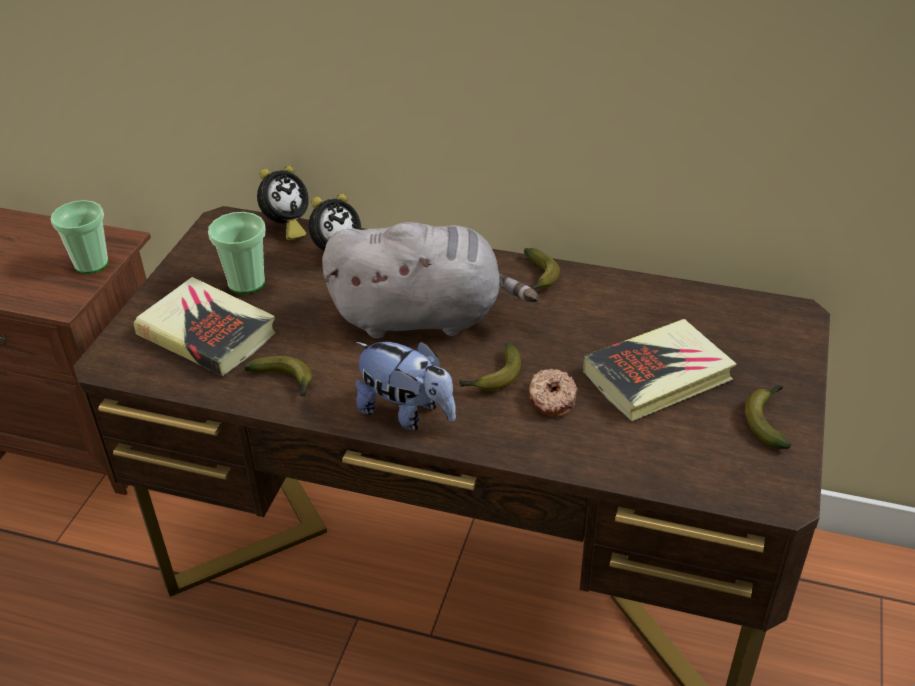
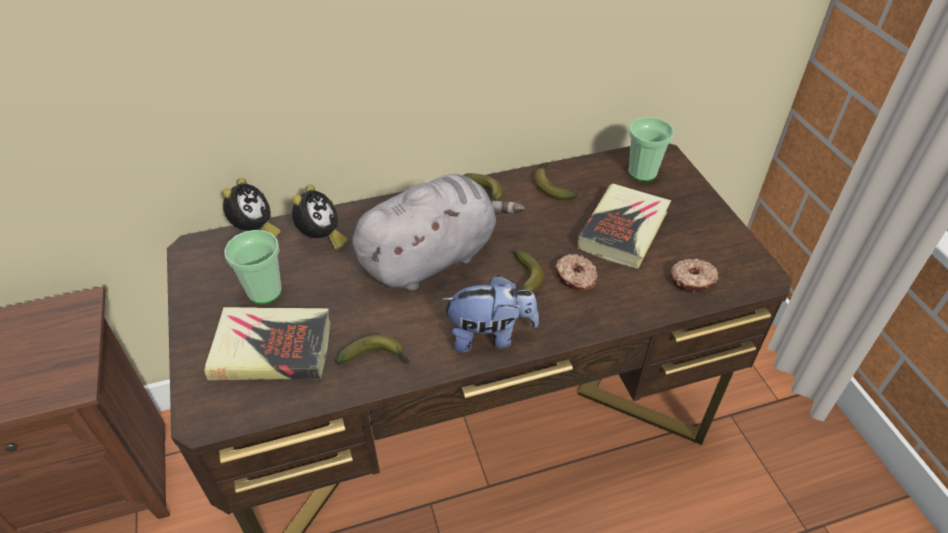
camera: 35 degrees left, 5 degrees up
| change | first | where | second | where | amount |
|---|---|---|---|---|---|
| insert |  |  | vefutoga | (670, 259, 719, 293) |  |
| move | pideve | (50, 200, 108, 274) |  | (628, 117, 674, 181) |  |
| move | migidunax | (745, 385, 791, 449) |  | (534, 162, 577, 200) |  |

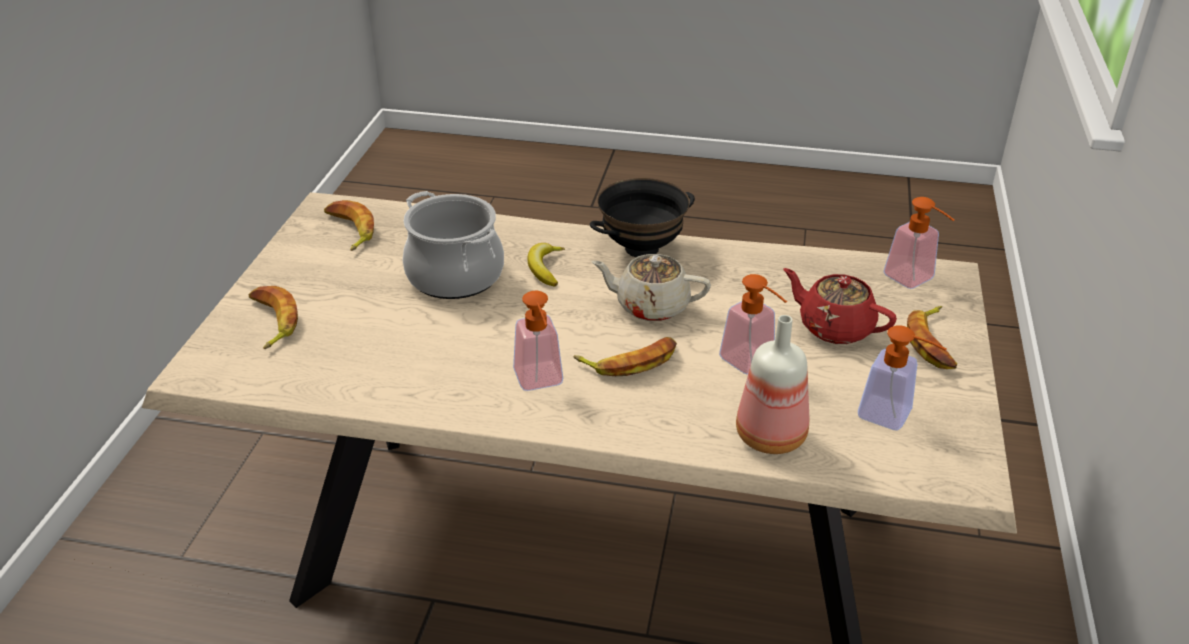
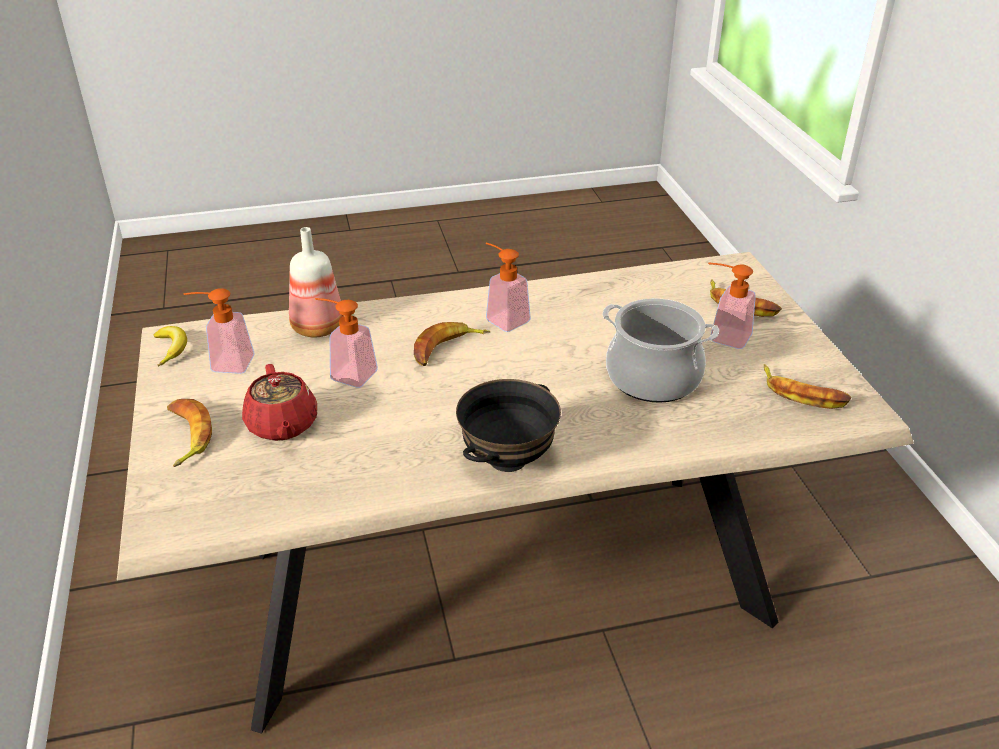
camera: 155 degrees right, 0 degrees up
| change | first | where | second | where | amount |
|---|---|---|---|---|---|
| delete | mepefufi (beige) | (591, 254, 711, 321) |  |  |  |
| move | migidunax | (527, 243, 565, 286) |  | (154, 326, 187, 366) |  |
| move | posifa | (884, 197, 954, 289) |  | (708, 263, 756, 349) |  |
| rotate | mepefufi (red) | (783, 268, 897, 344) |  | (242, 364, 317, 441) | 60 degrees clockwise |

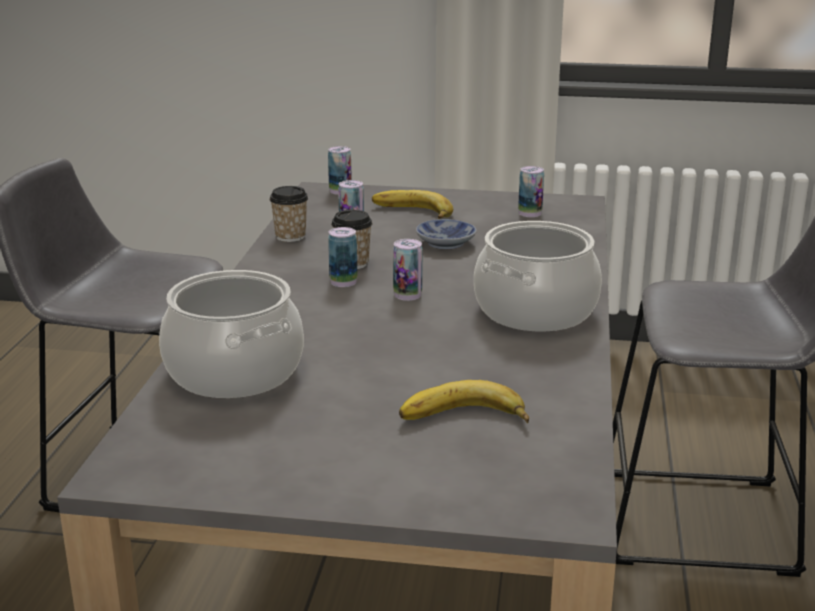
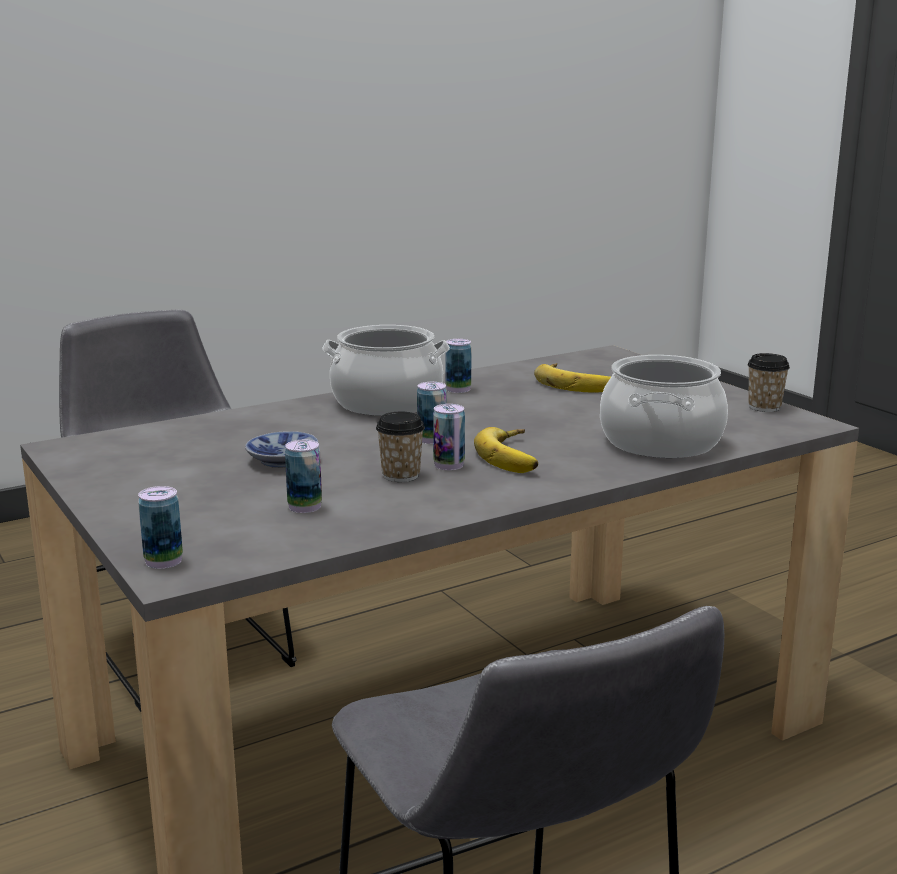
camera: 130 degrees left, 5 degrees down
| change | first | where | second | where | amount |
|---|---|---|---|---|---|
| move | pideve | (269, 186, 308, 242) |  | (748, 353, 790, 412) |  |
| move | migidunax | (372, 190, 453, 219) |  | (474, 427, 538, 473) |  |
| move | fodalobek | (518, 166, 544, 217) |  | (446, 339, 472, 393) |  |

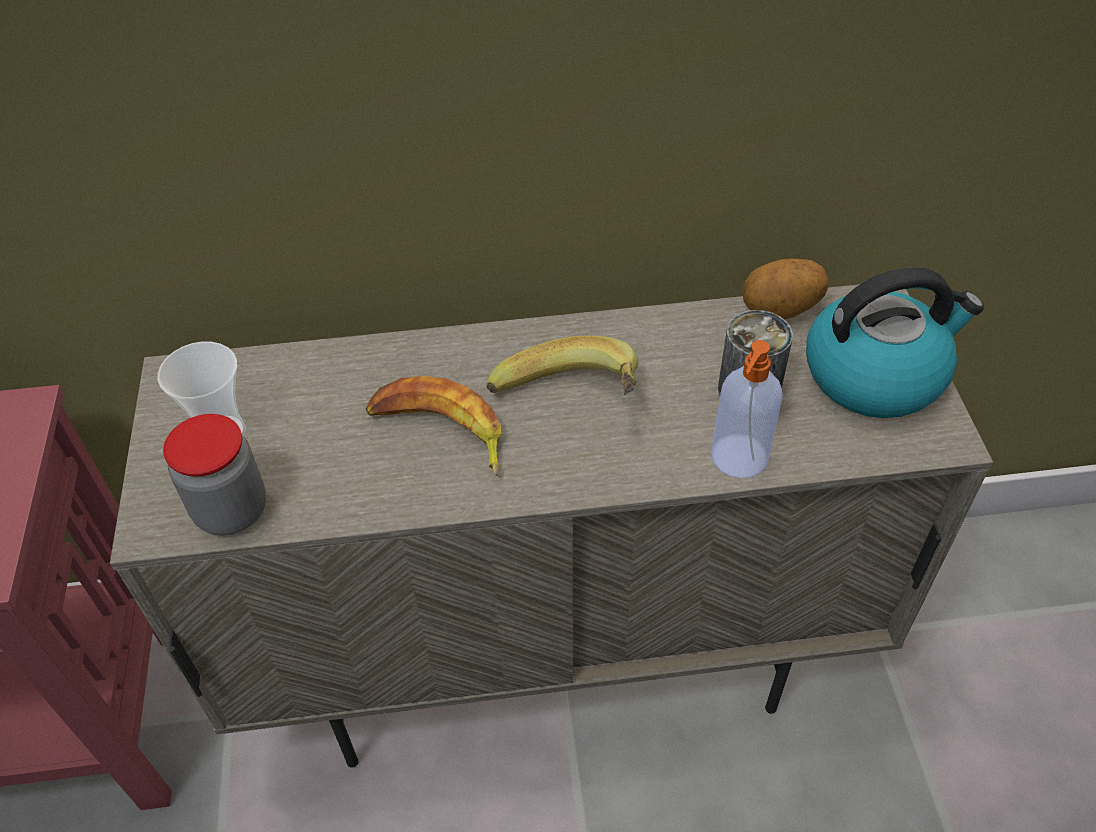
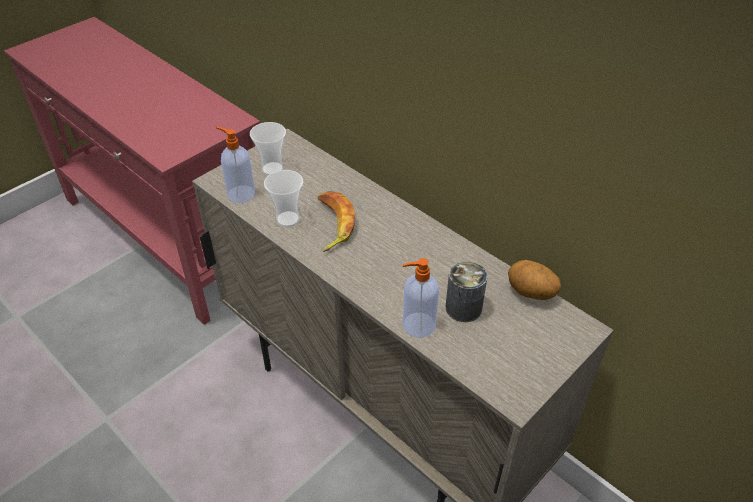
camera: 50 degrees right, 5 degrees down
| change | first | where | second | where | amount |
|---|---|---|---|---|---|
| delete | migidunax | (487, 336, 638, 395) |  |  |  |
| delete | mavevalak | (806, 267, 984, 418) |  |  |  |
| insert |  |  | pideve | (264, 170, 303, 227) |  |
| replace | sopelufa | (163, 414, 266, 536) | posifa | (216, 127, 255, 203) |  |

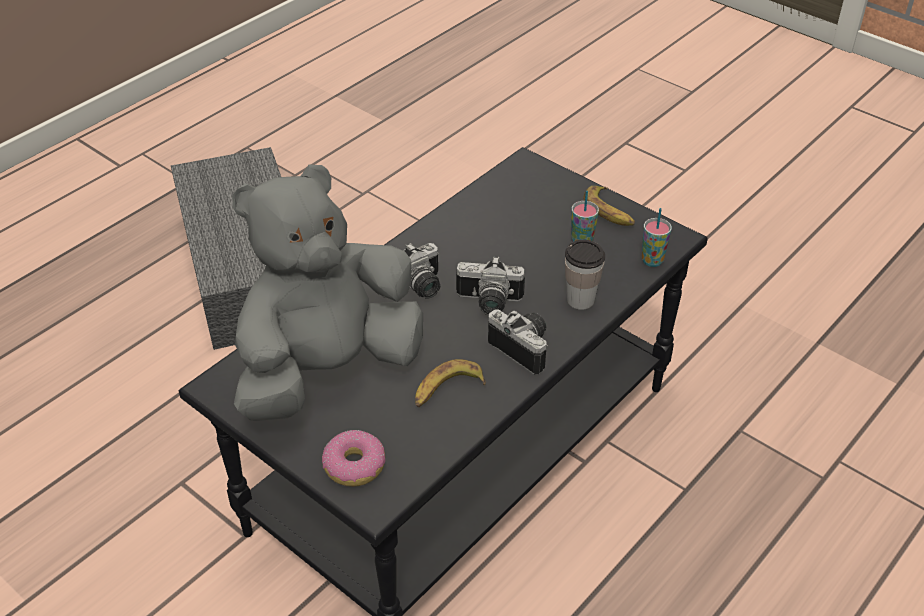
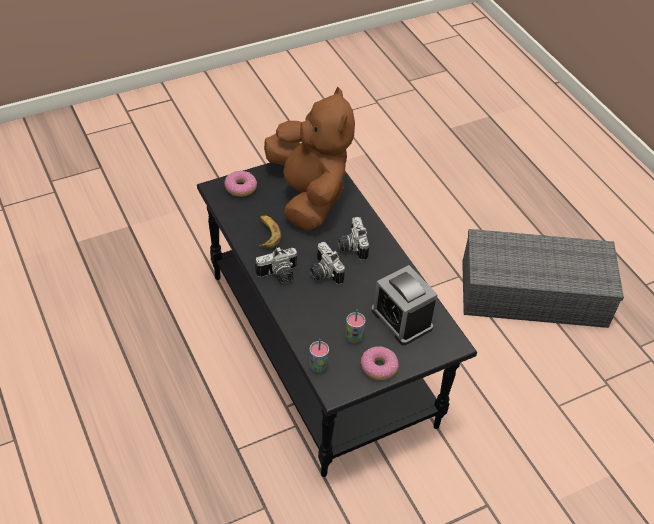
camera: 110 degrees right, 5 degrees up
| change | first | where | second | where | amount |
|---|---|---|---|---|---|
| delete | pideve | (565, 240, 605, 310) |  |  |  |
| insert |  |  | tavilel | (371, 265, 438, 345) |  |
| replace | migidunax | (584, 186, 635, 226) | vefutoga | (361, 346, 399, 380) |  |
| recolor | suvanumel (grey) | (232, 164, 423, 421) | suvanumel (brown) | (264, 87, 355, 230) |  |
| rotate | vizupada | (456, 256, 525, 315) |  | (310, 242, 345, 285) | 60 degrees counterclockwise |

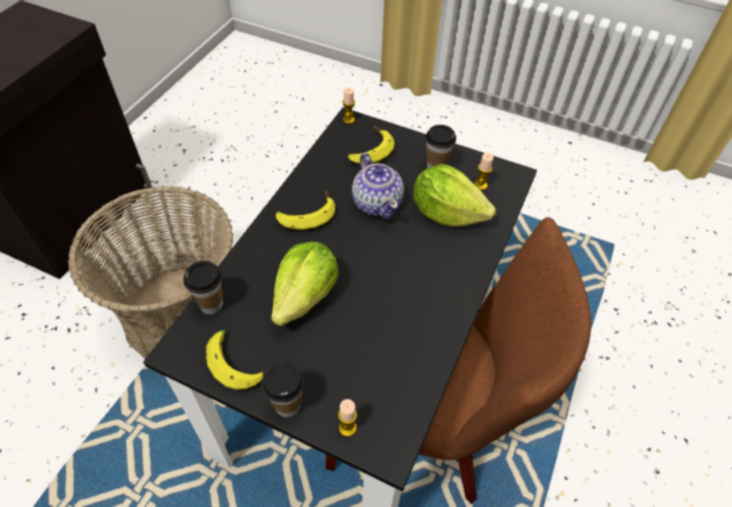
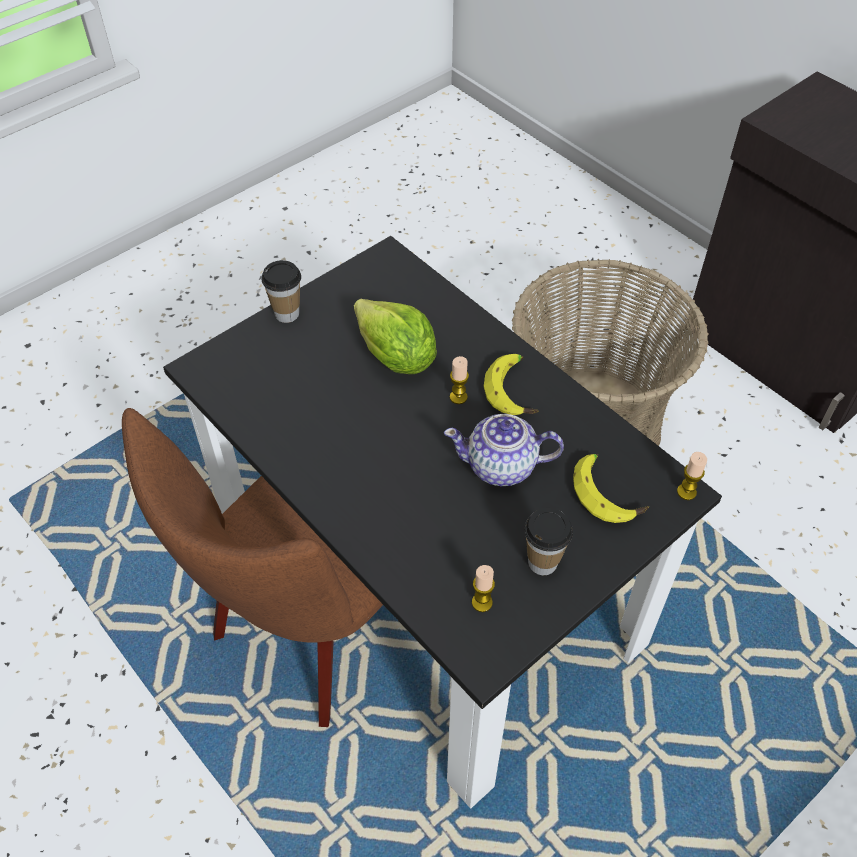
camera: 115 degrees right, 0 degrees up
| change | first | where | second | where | amount |
|---|---|---|---|---|---|
| delete | pideve | (183, 261, 223, 314) |  |  |  |
| delete | migidunax | (206, 330, 270, 390) |  |  |  |
| delete | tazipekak | (413, 164, 496, 227) |  |  |  |
| move | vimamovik | (338, 399, 357, 437) |  | (450, 356, 469, 404) |  |

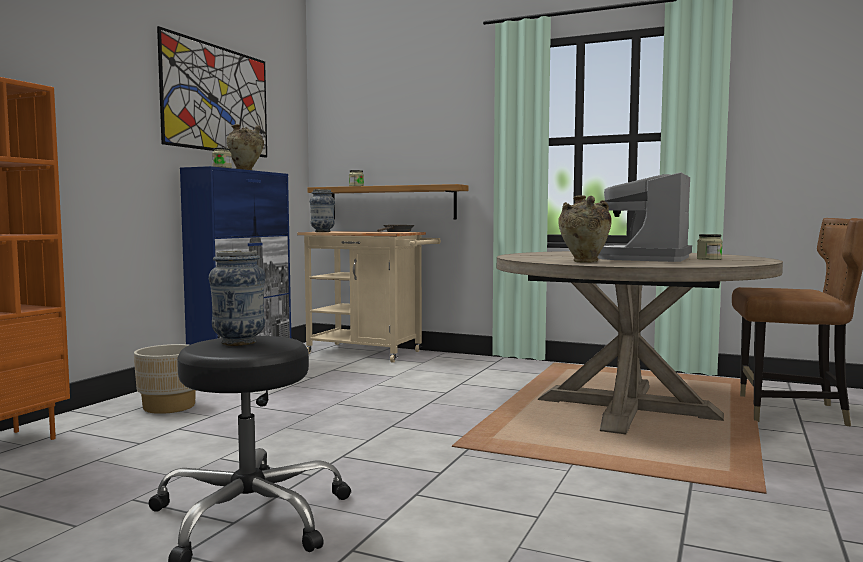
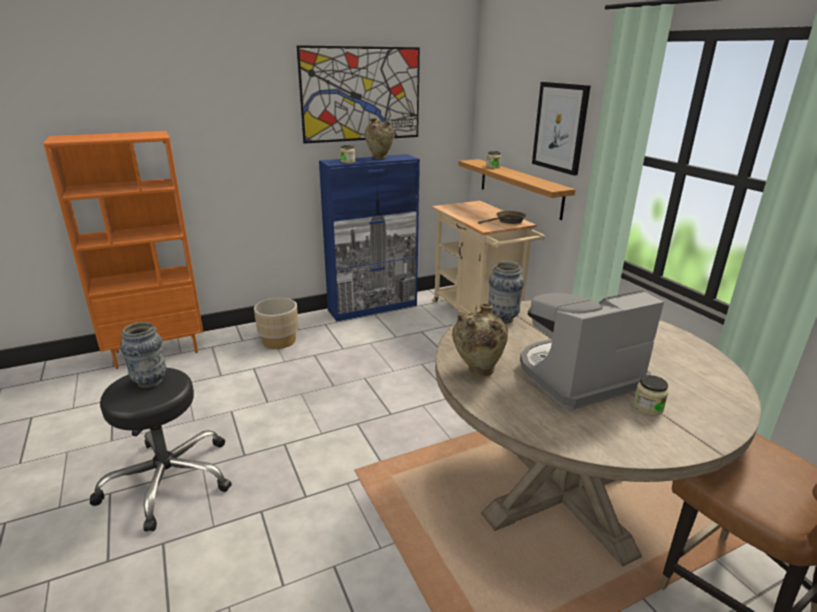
camera: 40 degrees right, 20 degrees up
| change | first | where | second | where | amount |
|---|---|---|---|---|---|
| insert |  |  | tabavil | (532, 82, 591, 176) |  |
| move | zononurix | (310, 189, 335, 232) |  | (488, 261, 524, 324) |  |

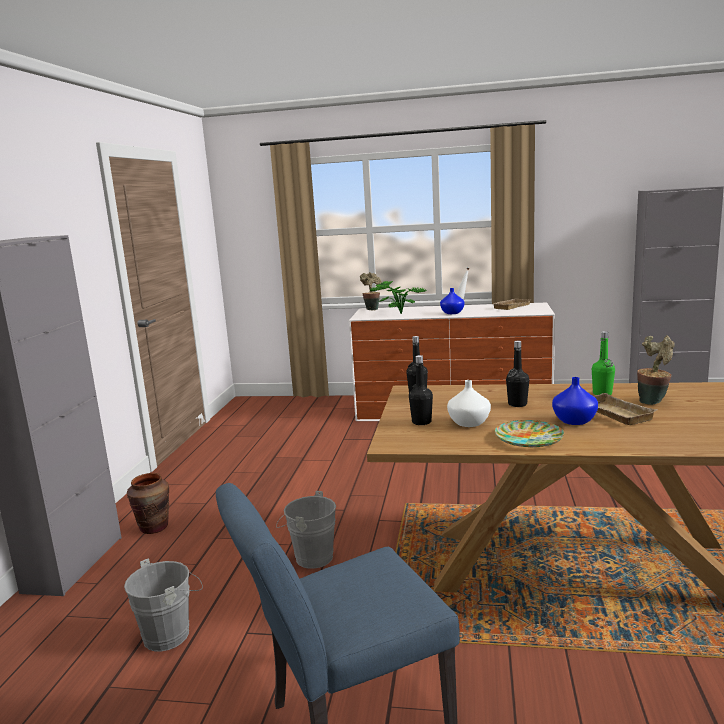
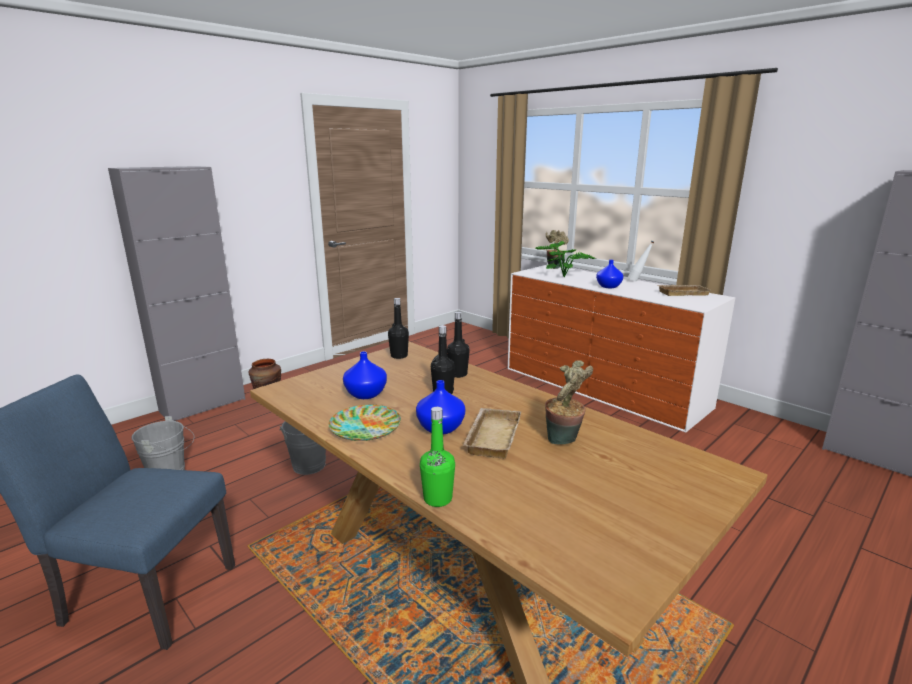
camera: 35 degrees right, 5 degrees up
| change | first | where | second | where | amount |
|---|---|---|---|---|---|
| move | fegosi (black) | (409, 355, 433, 425) |  | (447, 312, 470, 378) |  |
| move | fegosi (green) | (592, 331, 615, 395) |  | (420, 407, 455, 507) |  |
| recolor | zononurix (white) | (447, 380, 491, 427) | zononurix (blue) | (343, 351, 387, 399) |  |

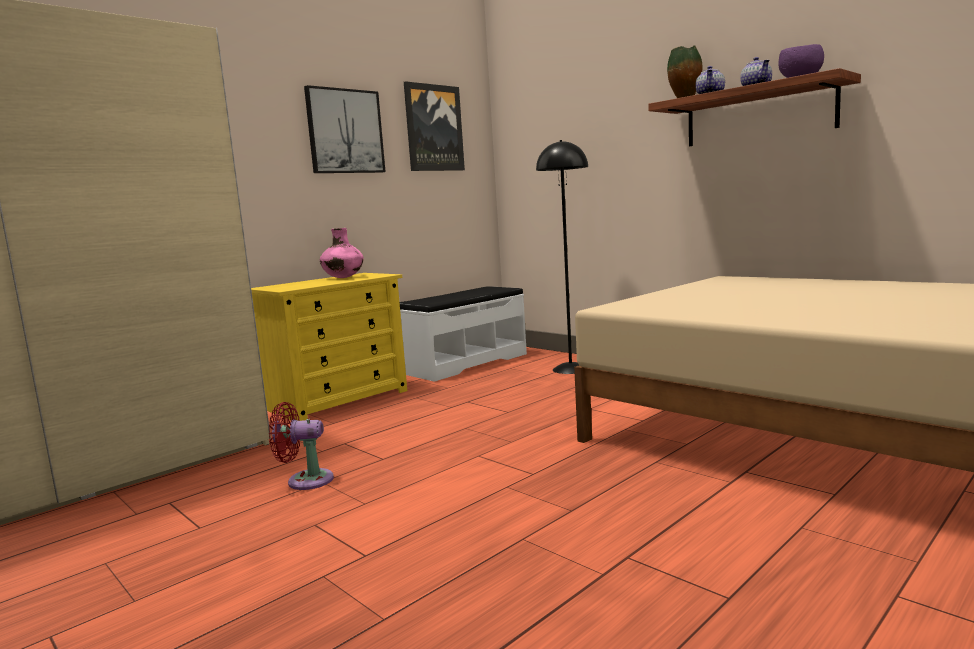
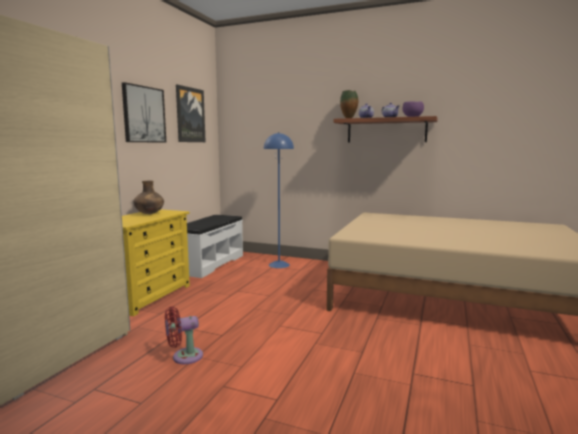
camera: 25 degrees left, 0 degrees up
| change | first | where | second | where | amount |
|---|---|---|---|---|---|
| recolor | zononurix (pink) | (320, 228, 364, 278) | zononurix (brown) | (133, 180, 164, 214) |  |
| recolor | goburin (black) | (536, 140, 588, 374) | goburin (blue) | (264, 132, 294, 268) |  |

